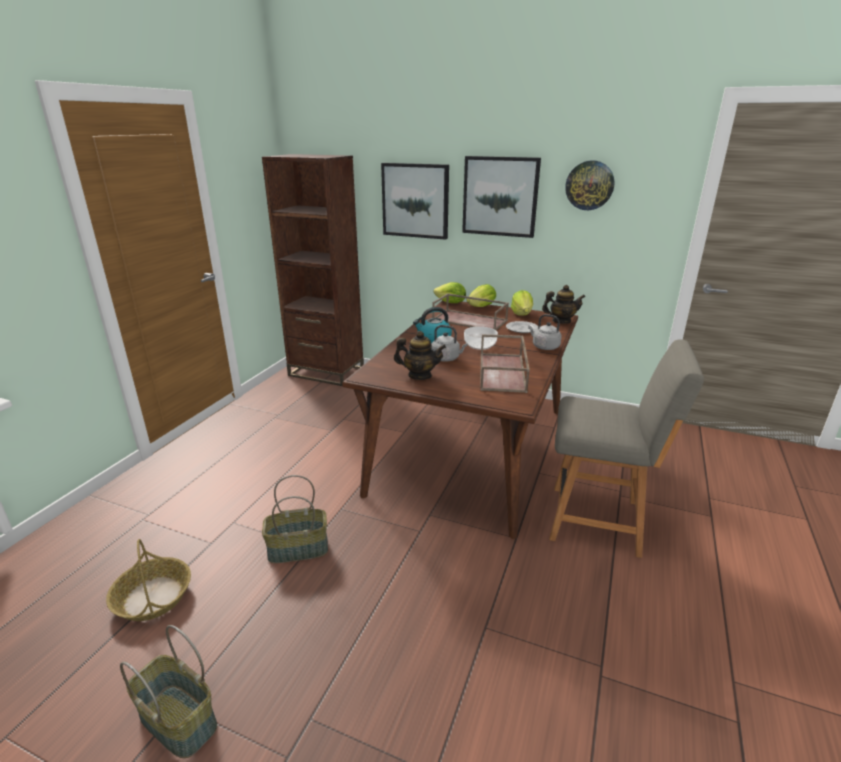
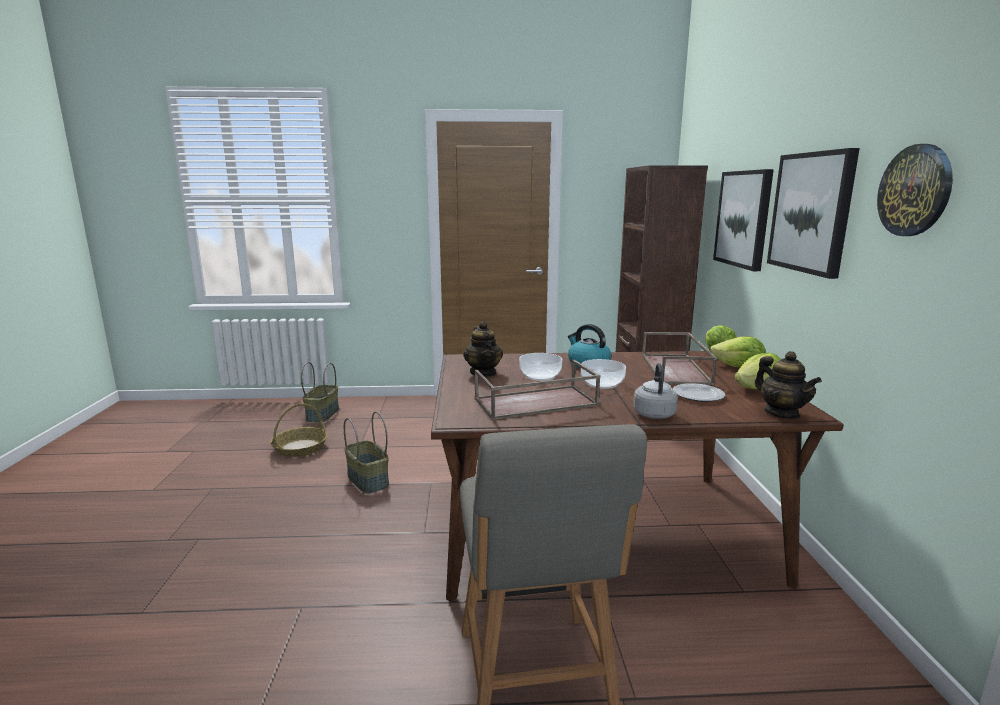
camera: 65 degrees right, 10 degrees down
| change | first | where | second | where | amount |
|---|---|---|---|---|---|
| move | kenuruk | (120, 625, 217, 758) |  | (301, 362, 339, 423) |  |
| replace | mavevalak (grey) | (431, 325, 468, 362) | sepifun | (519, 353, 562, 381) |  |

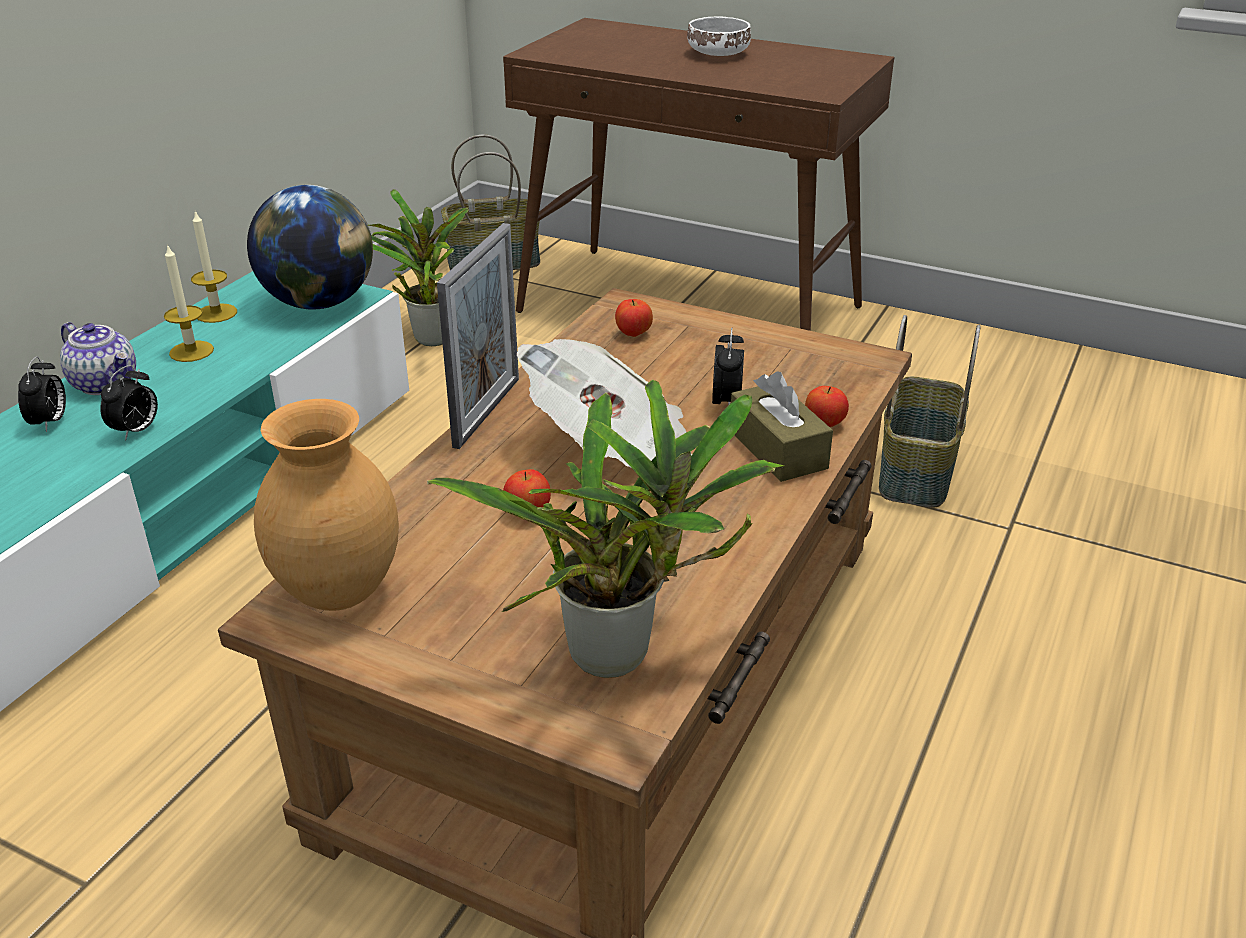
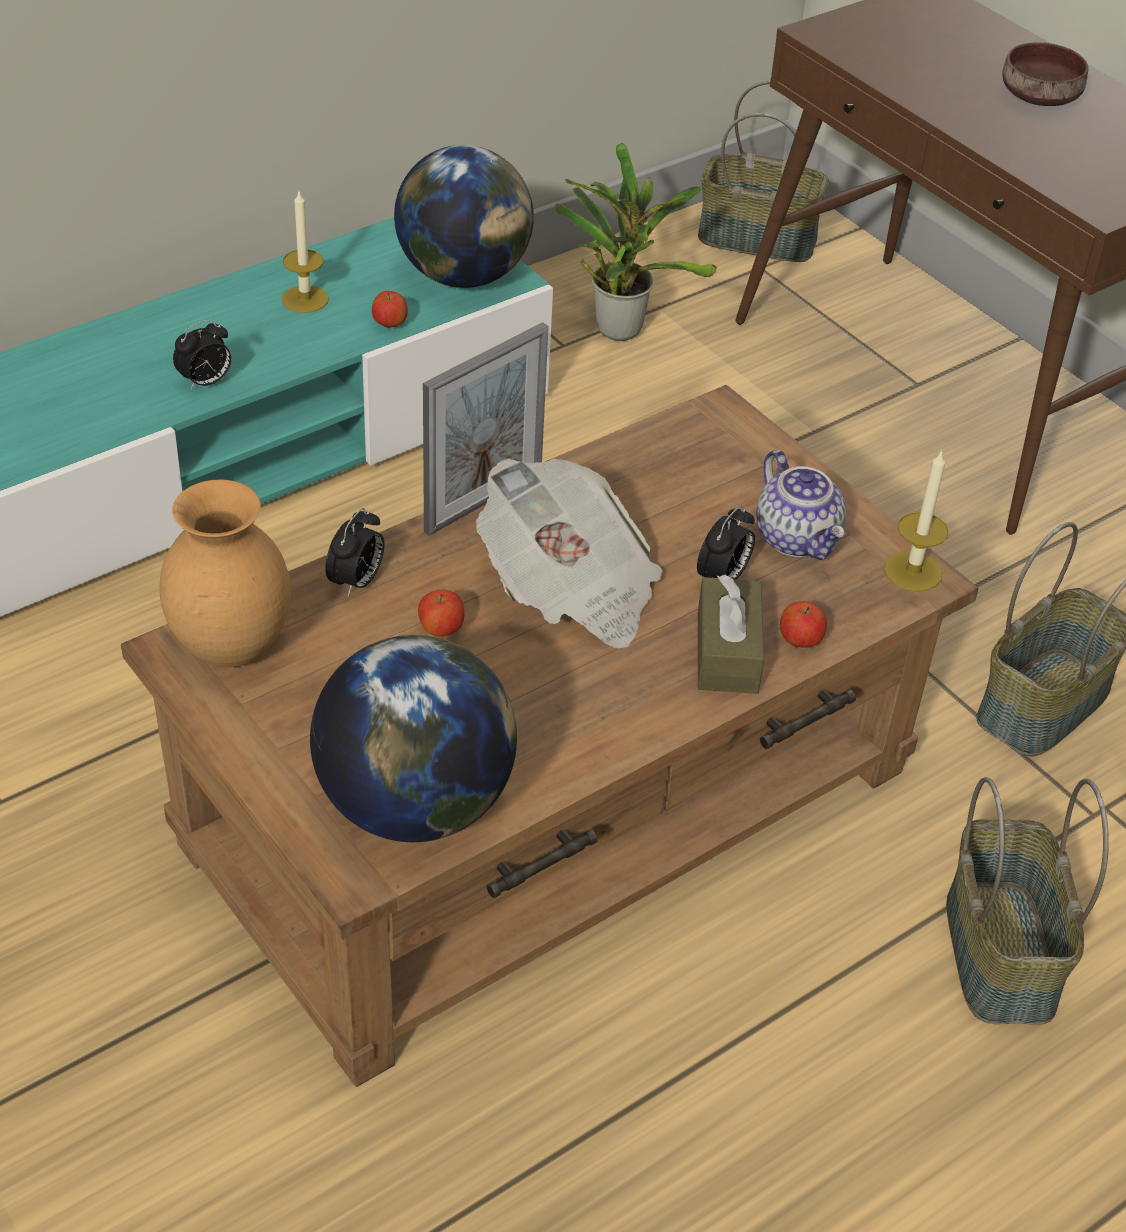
camera: 25 degrees right, 10 degrees up
| change | first | where | second | where | amount |
|---|---|---|---|---|---|
| insert |  |  | kenuruk | (946, 777, 1109, 1025) |  |
| move | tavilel | (18, 356, 66, 432) |  | (325, 508, 384, 597) |  |
| move | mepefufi | (60, 322, 136, 395) |  | (756, 450, 846, 560) |  |
| move | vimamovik | (191, 211, 237, 323) |  | (884, 449, 948, 592) |  |
| move | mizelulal | (615, 299, 653, 337) |  | (372, 291, 408, 328) |  |
| replace | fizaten | (427, 379, 785, 678) | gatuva | (310, 635, 517, 842) |  |
| recolor | sepifun (white) | (687, 16, 751, 56) | sepifun (brown) | (1003, 42, 1089, 106) |  |

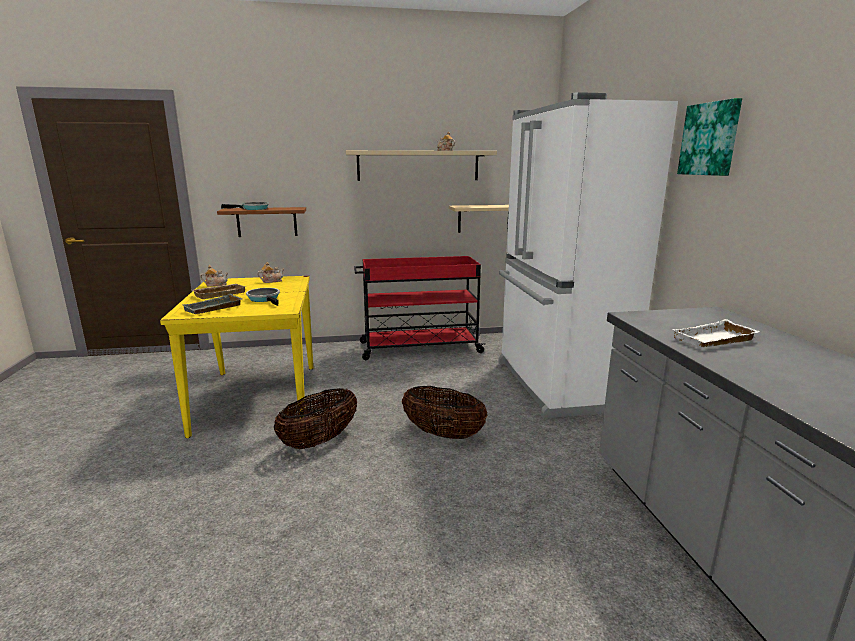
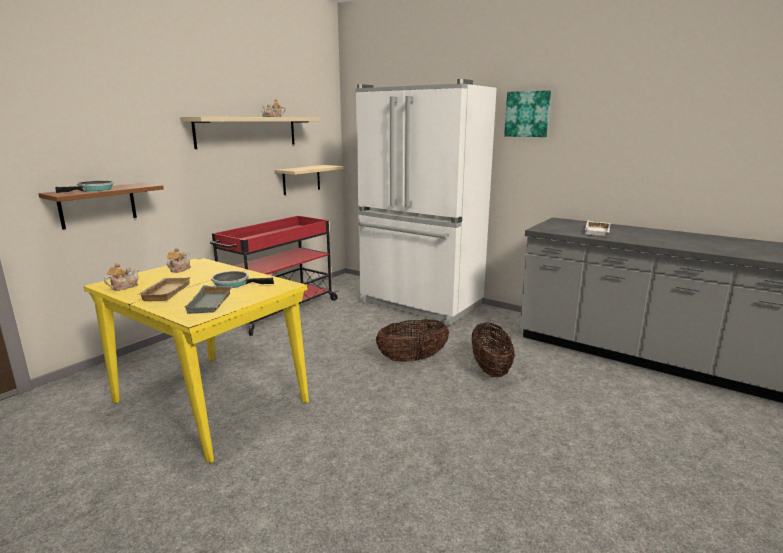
camera: 45 degrees left, 0 degrees up
| change | first | where | second | where | amount |
|---|---|---|---|---|---|
| move | kenuruk | (274, 388, 357, 449) |  | (471, 323, 515, 377) |  |

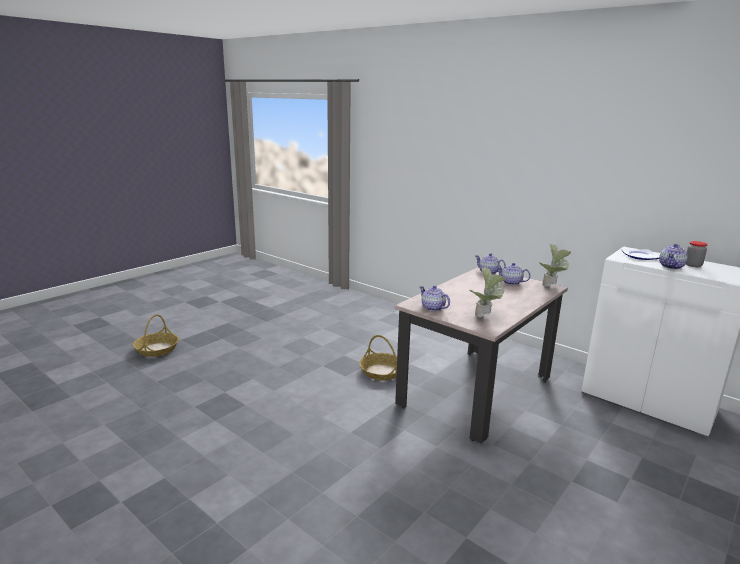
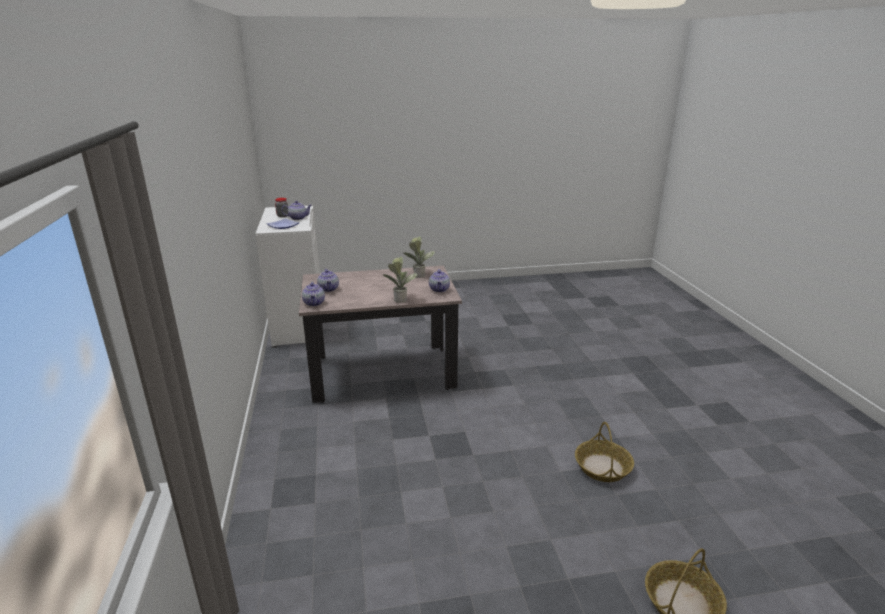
camera: 140 degrees left, 5 degrees up
| change | first | where | second | where | amount |
|---|---|---|---|---|---|
| move | kenuruk | (359, 335, 397, 380) |  | (575, 422, 634, 482) |  |
| move | fizaten | (539, 244, 571, 287) |  | (383, 257, 418, 303) |  |

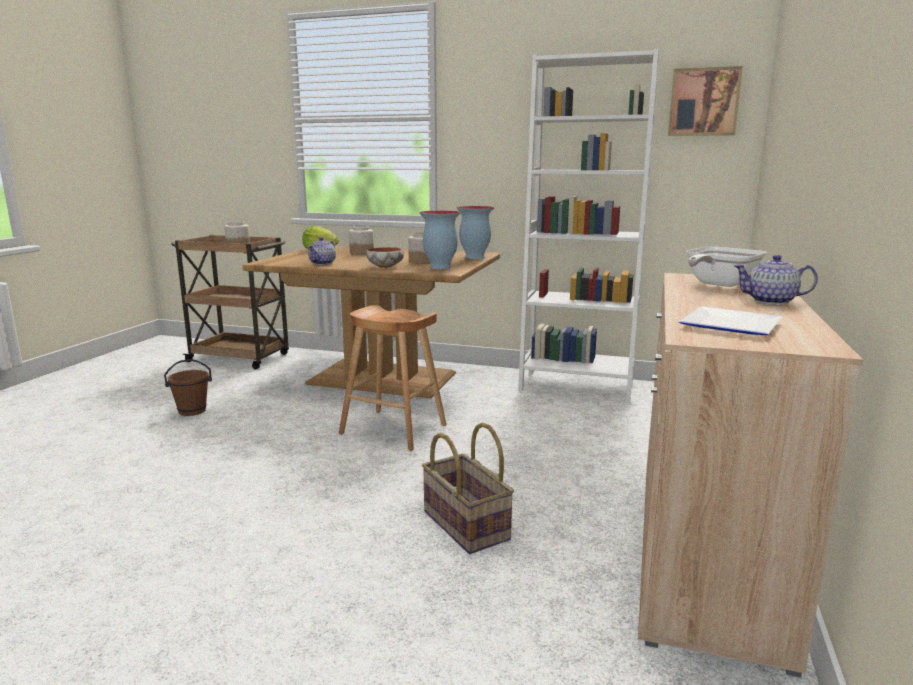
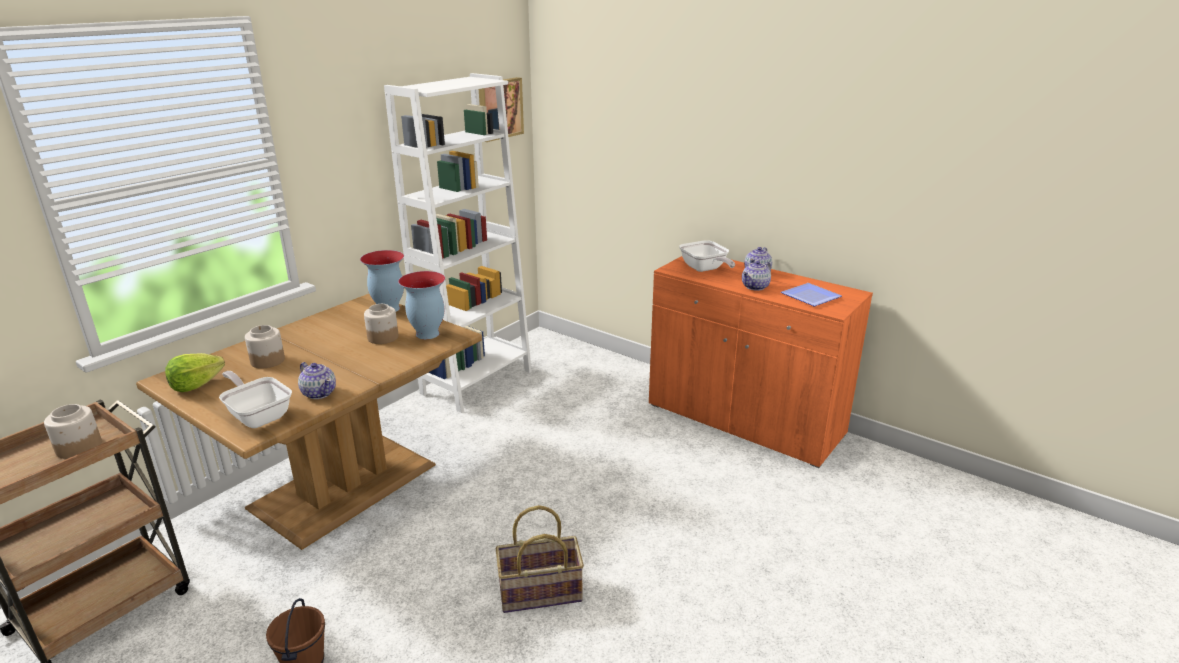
camera: 70 degrees left, 10 degrees up
| change | first | where | second | where | amount |
|---|---|---|---|---|---|
| delete | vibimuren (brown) | (339, 305, 447, 451) |  |  |  |
| delete | sepifun | (366, 247, 404, 268) |  |  |  |
| insert |  |  | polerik | (219, 371, 292, 428) |  |
| insert |  |  | mepefufi | (742, 261, 771, 291) |  |
| move | kenuruk | (422, 423, 514, 554) |  | (496, 505, 584, 613) |  |
| recolor | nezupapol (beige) | (638, 273, 863, 678) | nezupapol (orange) | (649, 256, 873, 468) |  |

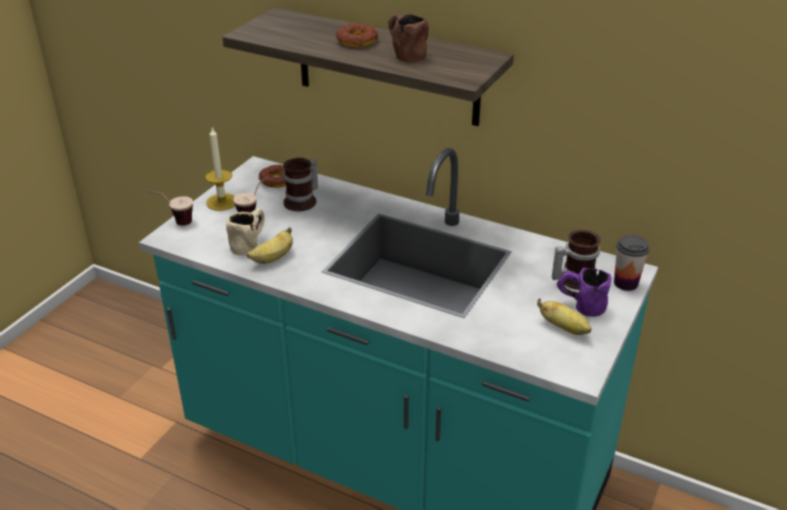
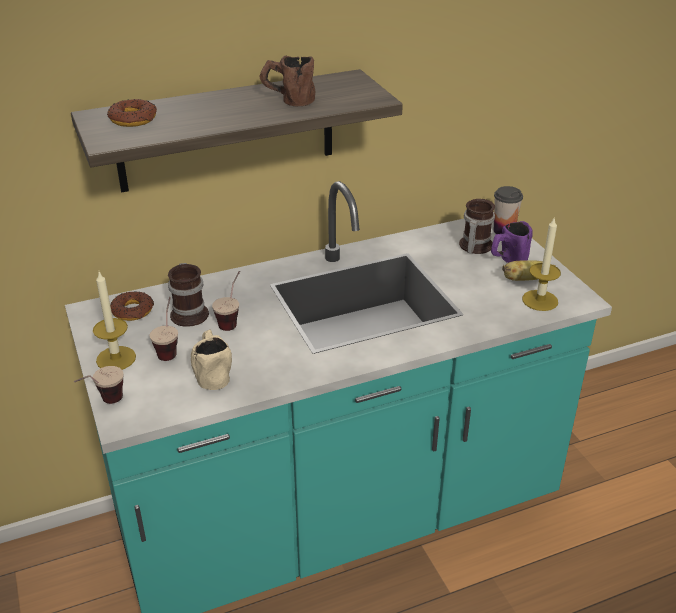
camera: 50 degrees left, 0 degrees up
| change | first | where | second | where | amount |
|---|---|---|---|---|---|
| delete | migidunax | (246, 227, 293, 264) |  |  |  |
| insert |  |  | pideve | (212, 271, 240, 331) |  |
| insert |  |  | vimamovik | (522, 216, 561, 311) |  |
| move | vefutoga | (336, 24, 378, 47) |  | (107, 99, 157, 127) |  |

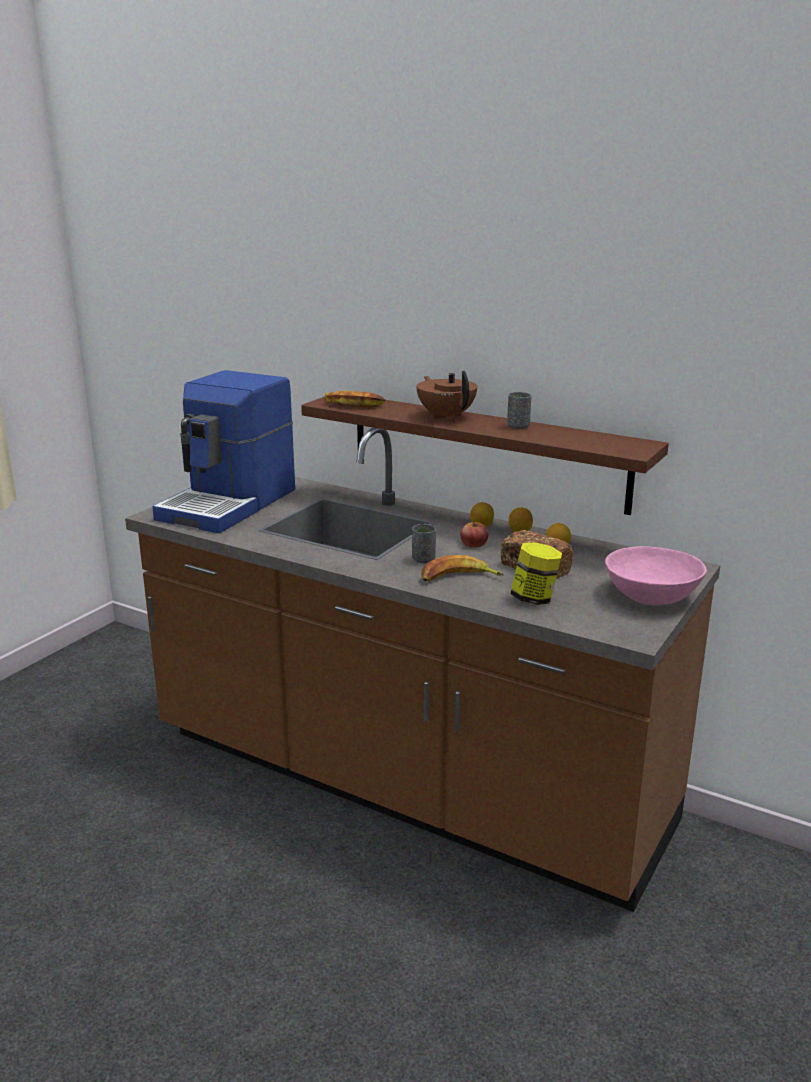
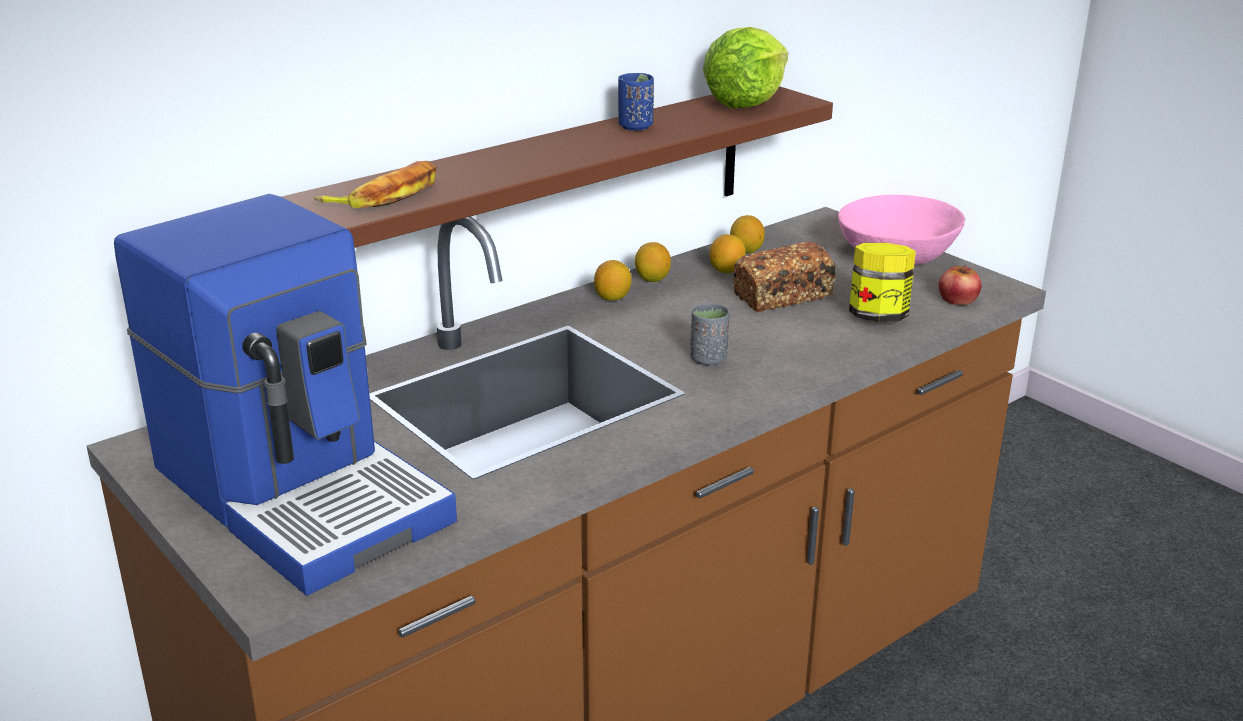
camera: 70 degrees left, 5 degrees up
| change | first | where | second | where | amount |
|---|---|---|---|---|---|
| delete | mepefufi (brown) | (417, 370, 477, 421) |  |  |  |
| delete | migidunax | (421, 555, 504, 581) |  |  |  |
| insert |  |  | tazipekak | (703, 27, 788, 108) |  |
| insert |  |  | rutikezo | (730, 215, 765, 253) |  |
| move | mizelulal | (460, 520, 488, 548) |  | (938, 265, 982, 305) |  |
| recolor | pideve (grey) | (507, 392, 531, 429) | pideve (blue) | (618, 73, 654, 131) |  |

